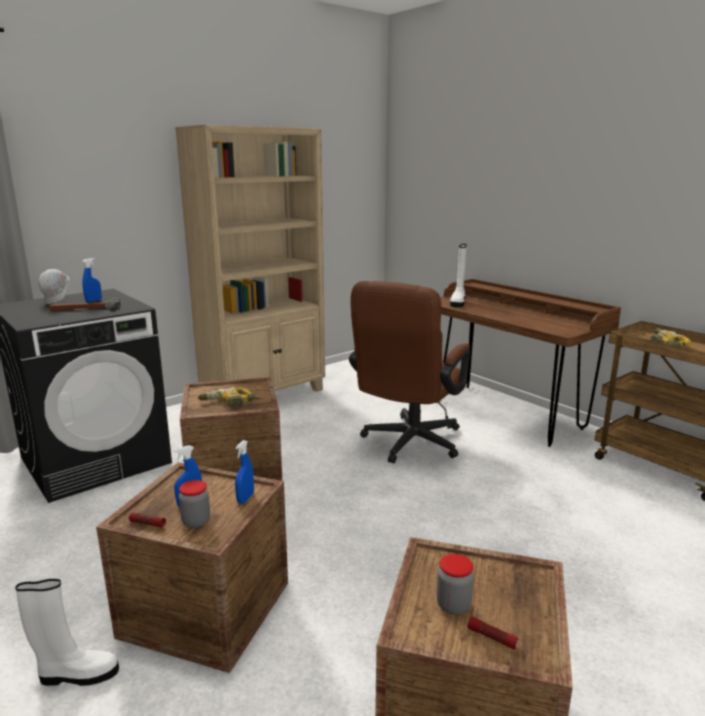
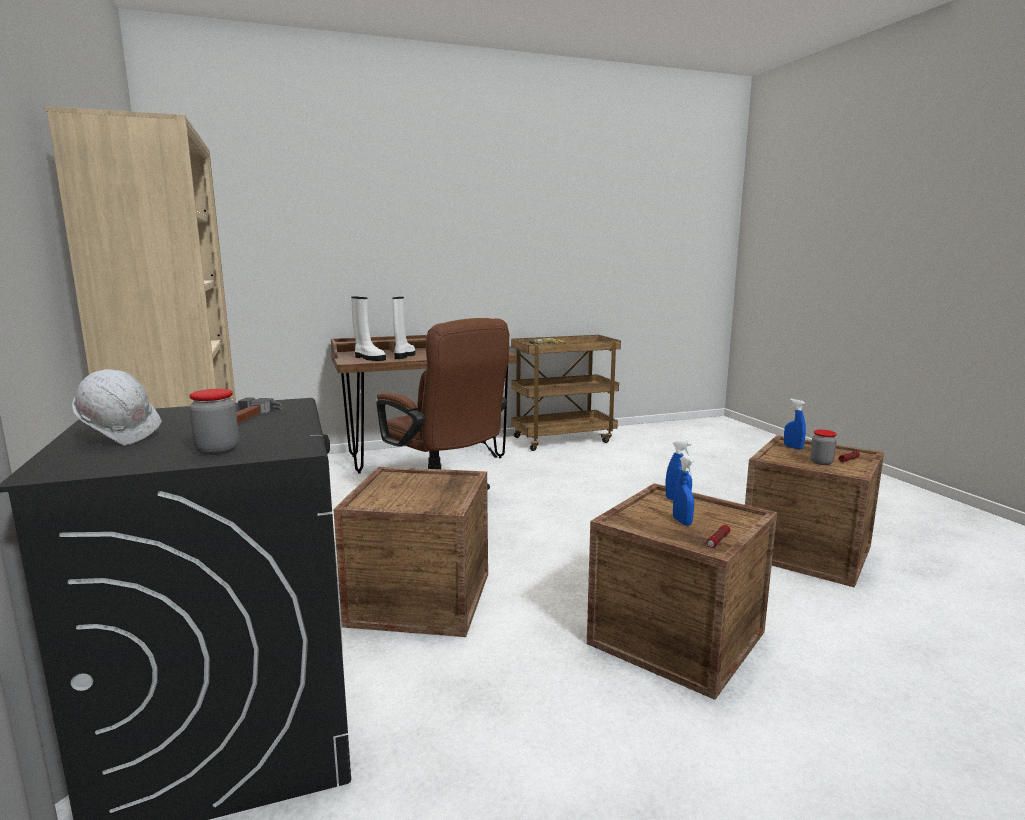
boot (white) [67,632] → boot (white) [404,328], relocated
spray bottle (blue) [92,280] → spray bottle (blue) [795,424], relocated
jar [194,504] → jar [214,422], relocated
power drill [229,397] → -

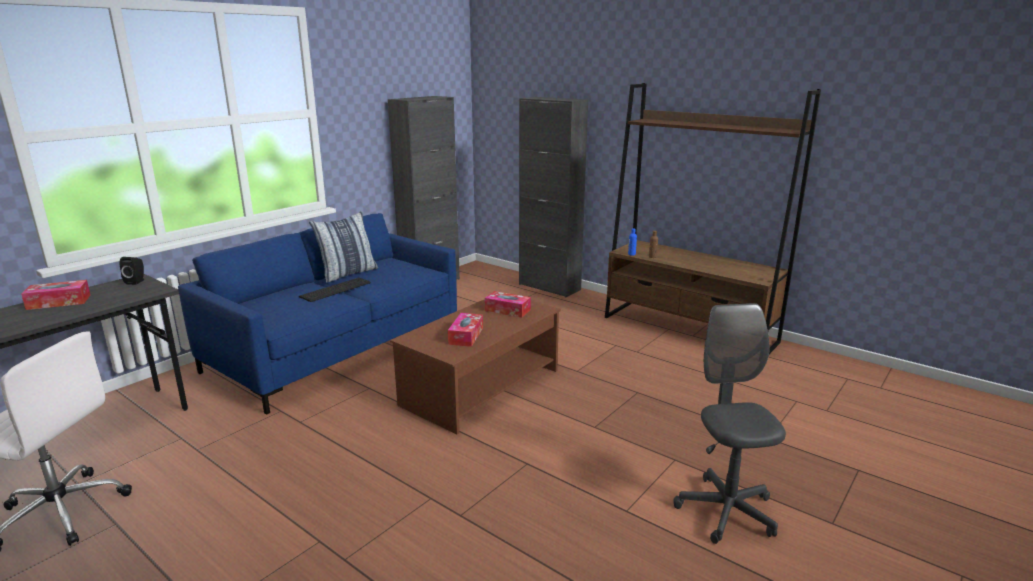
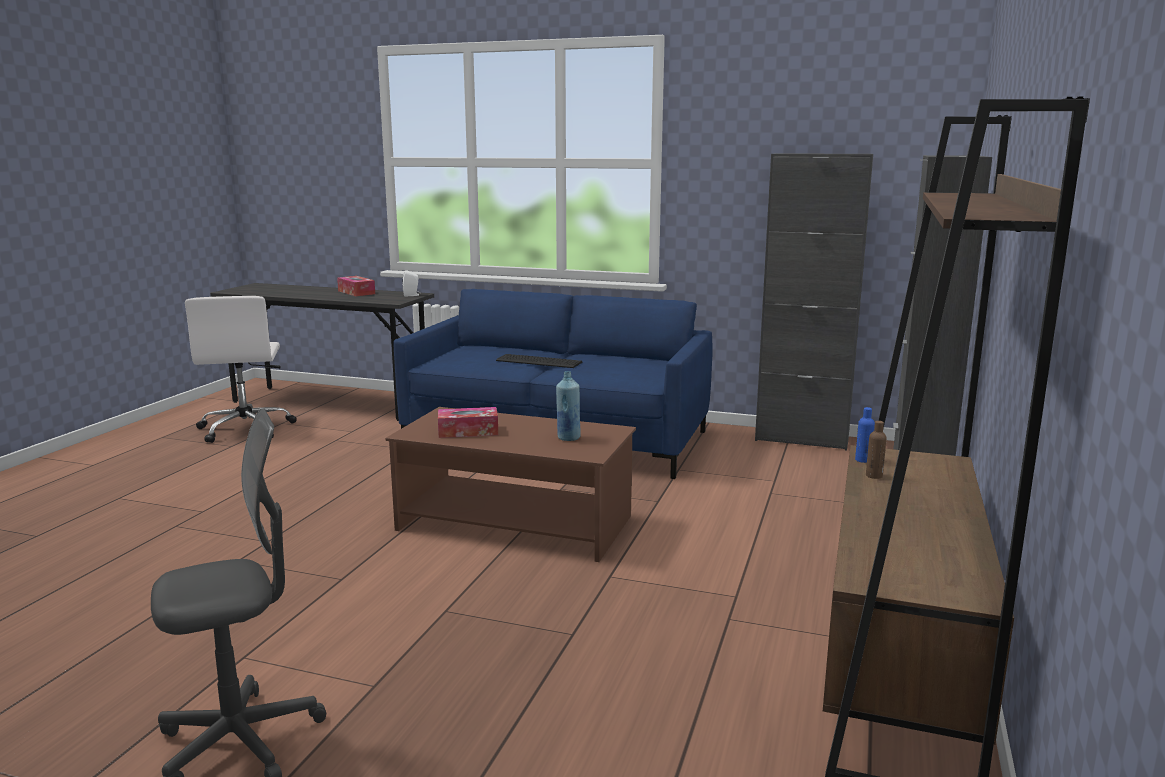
speaker (black) [131,271] → speaker (white) [411,283]
pillow [343,247] → -
tissue box [508,304] → bottle (blue) [568,406]

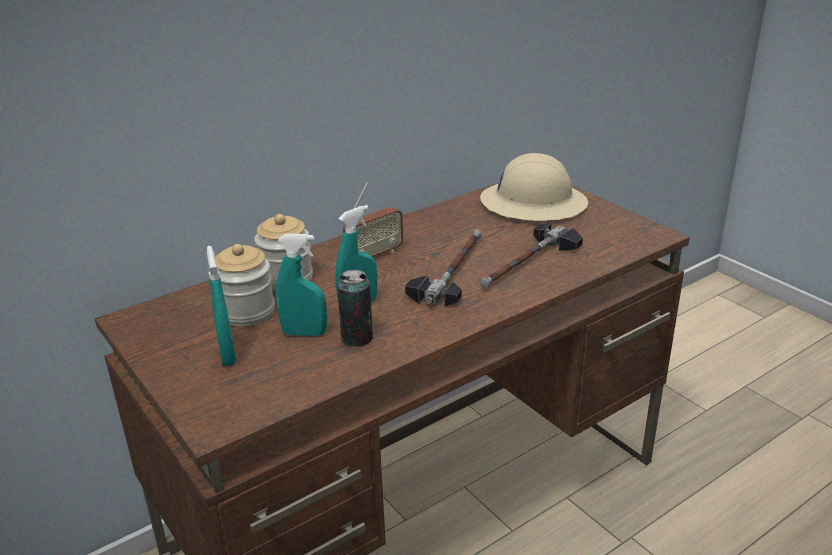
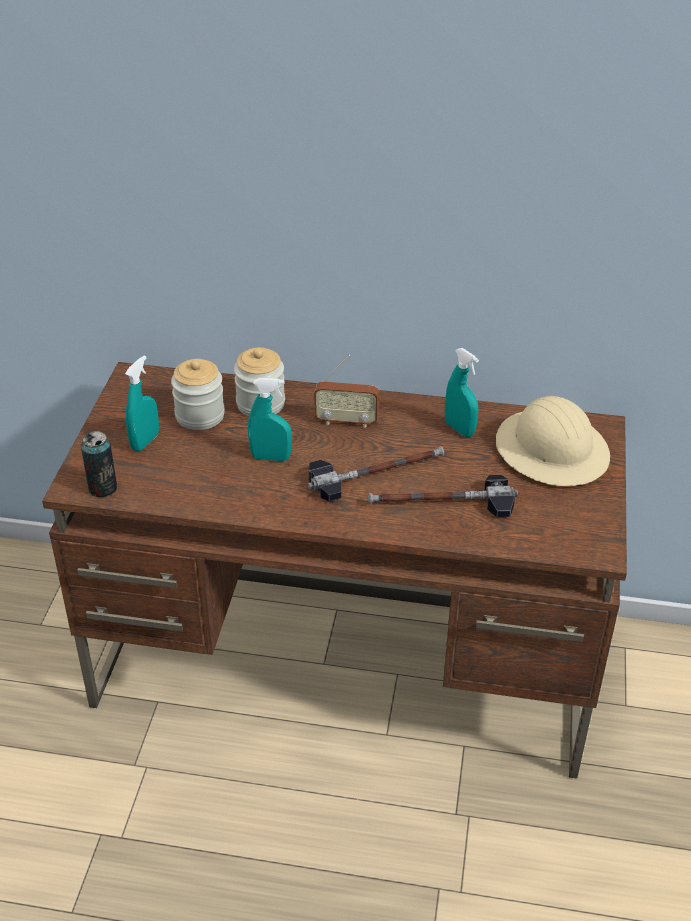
spray bottle (turquoise) [301,285] → spray bottle (turquoise) [462,392], relocated
can [355,308] → can [99,464], relocated

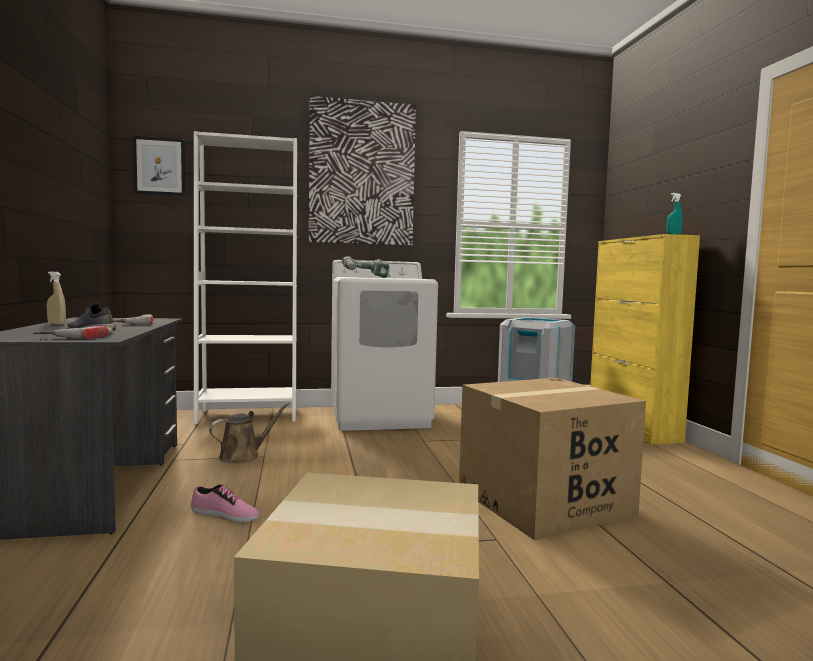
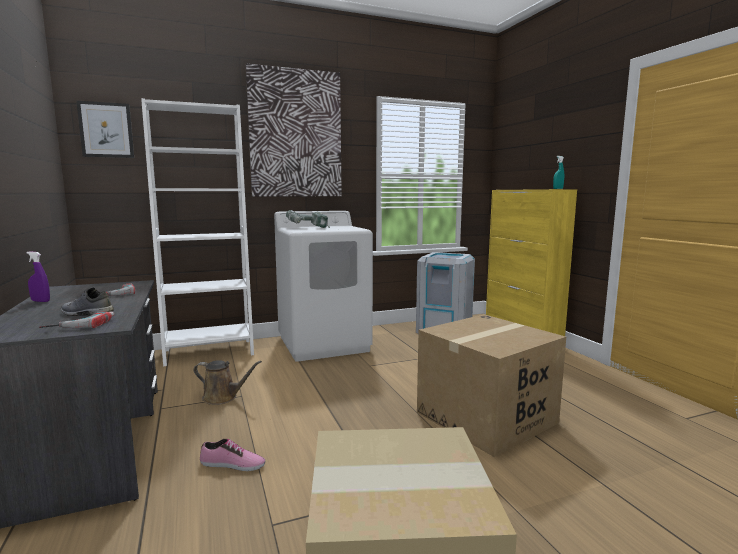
spray bottle (beige) [56,298] → spray bottle (purple) [38,276]
watering can (brown) [249,432] → watering can (brown) [228,382], 60 degrees clockwise

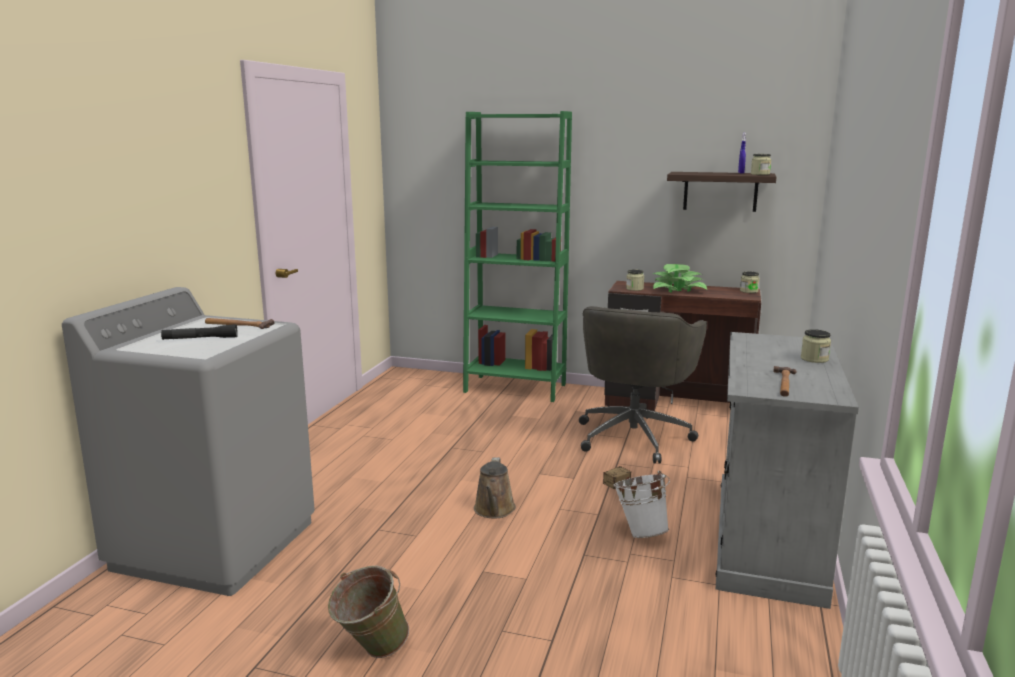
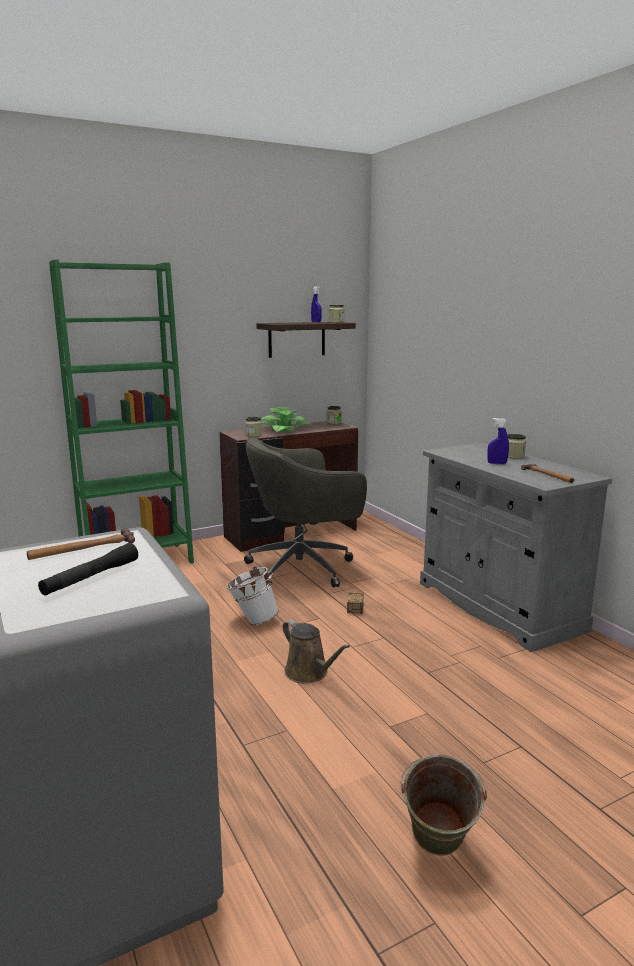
office chair (grey) [643,385] → office chair (grey) [305,513], 90 degrees clockwise
bucket (white) [641,504] → bucket (white) [252,595], relocated
- → spray bottle (blue) [498,441]

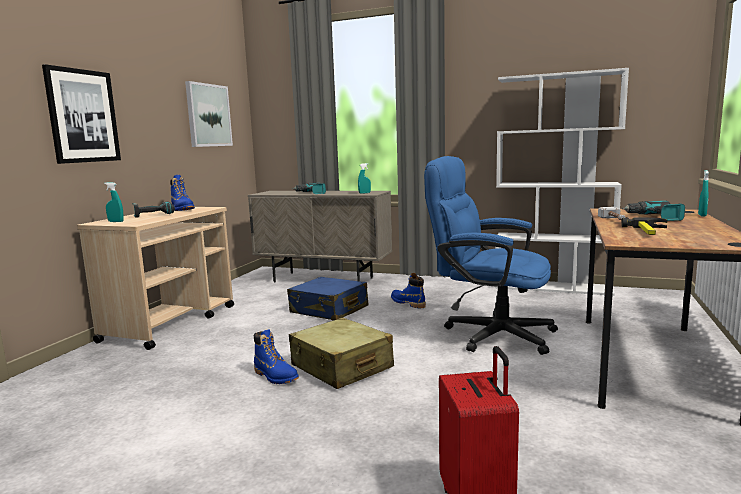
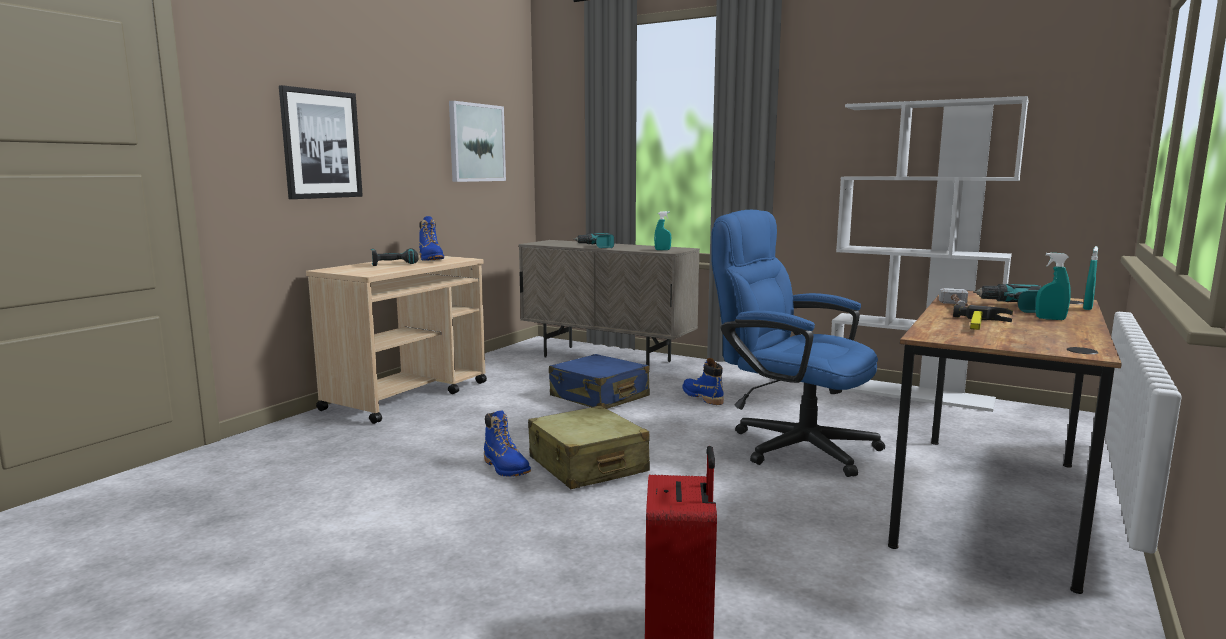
spray bottle (turquoise) [114,202] → spray bottle (turquoise) [1053,286], relocated

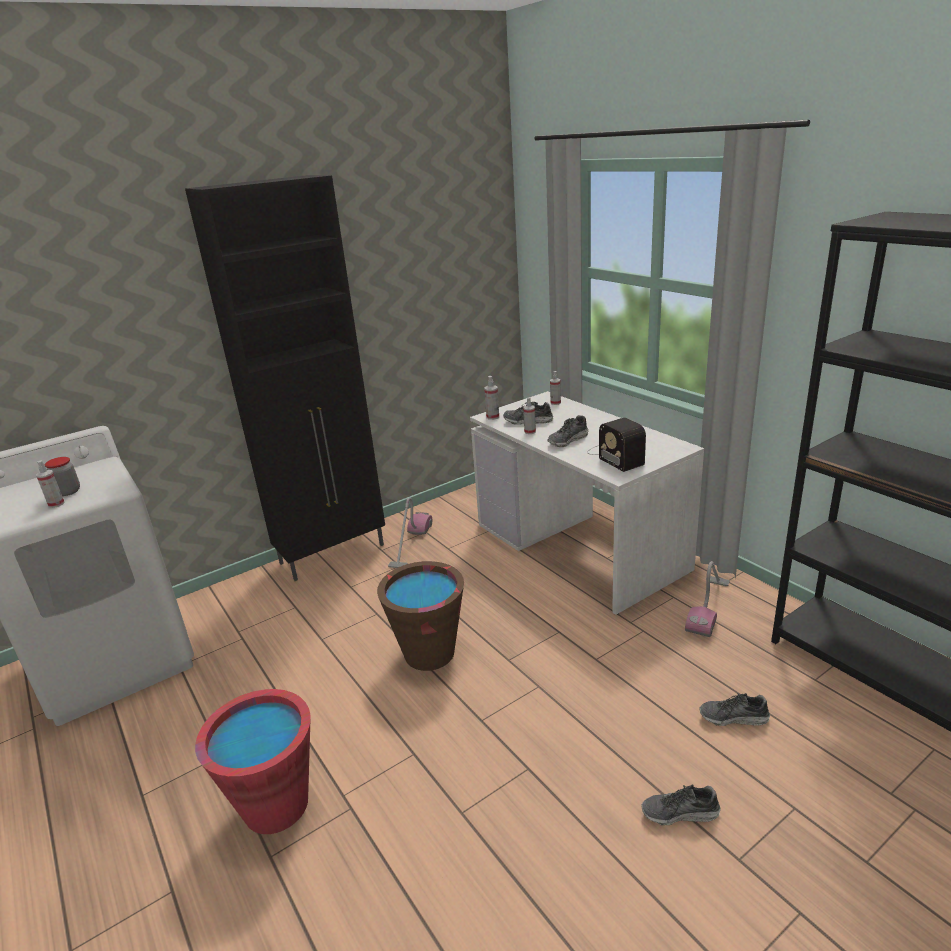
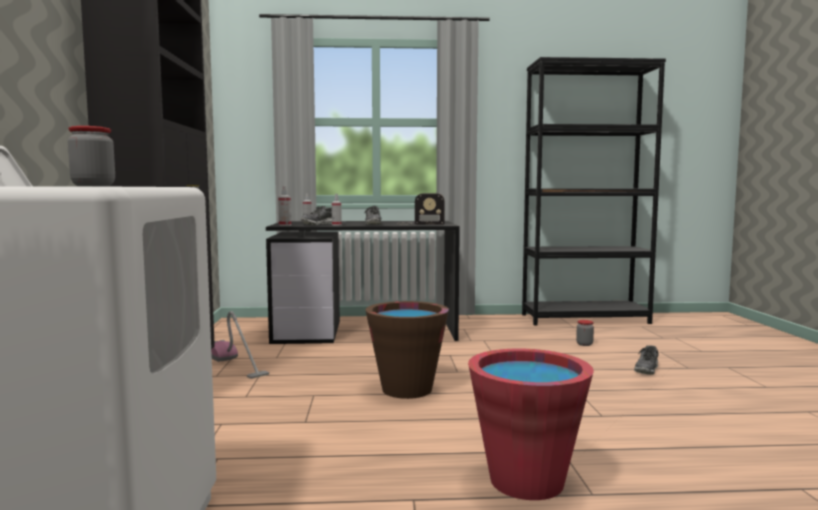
spray bottle [50,484] → -
desk (white) [587,503] → desk (black) [363,282]
vacuum cleaner [707,599] → -
shoe [734,709] → jar [585,333]

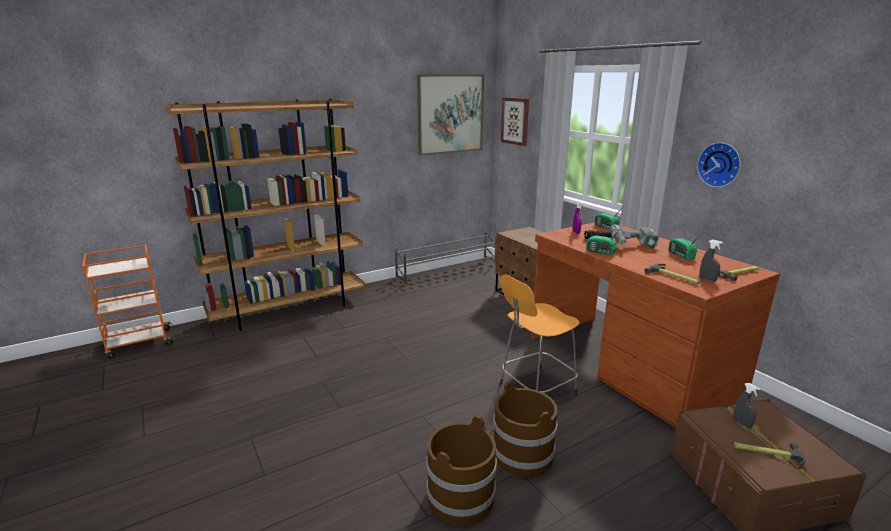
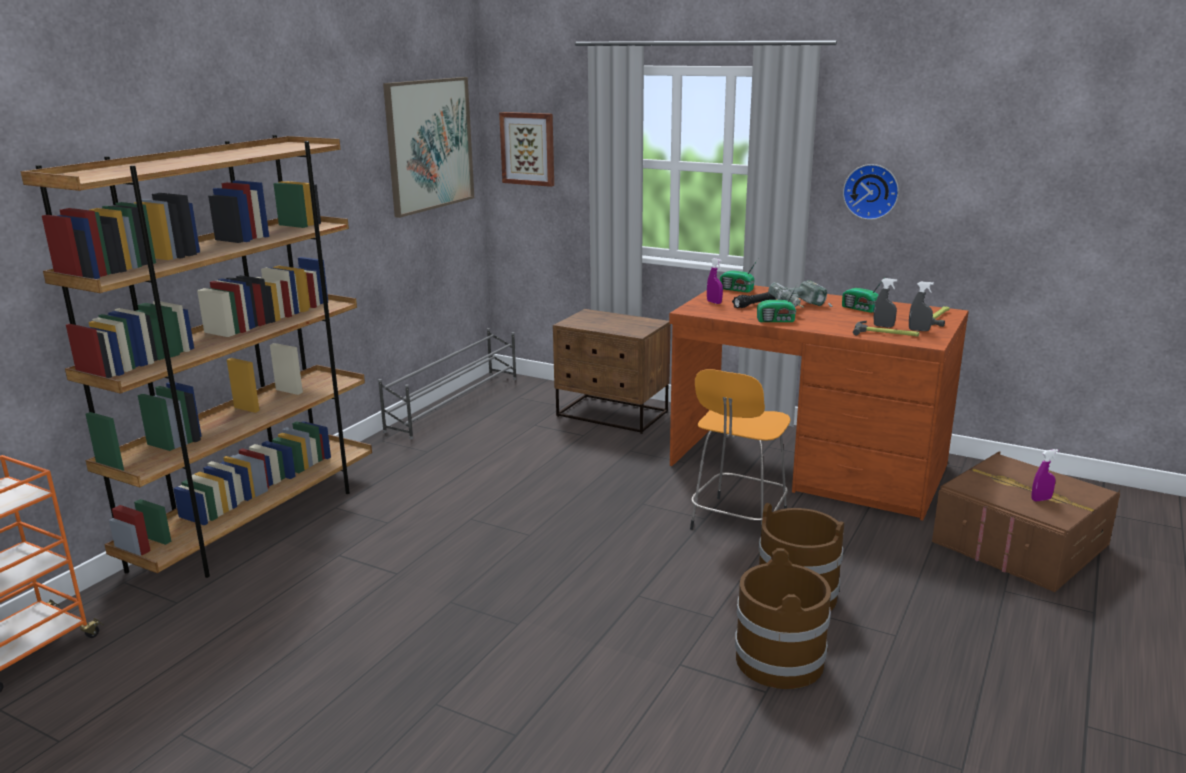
spray bottle (grey) [746,405] → spray bottle (grey) [885,303], relocated
hammer [769,455] → spray bottle (purple) [1044,475]

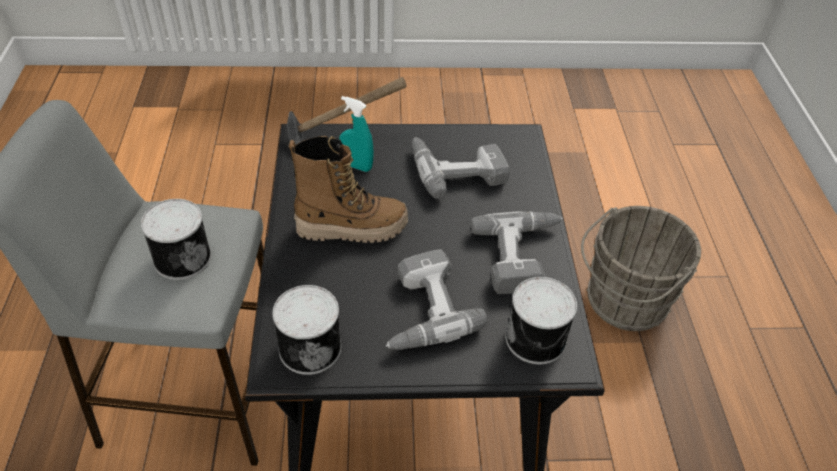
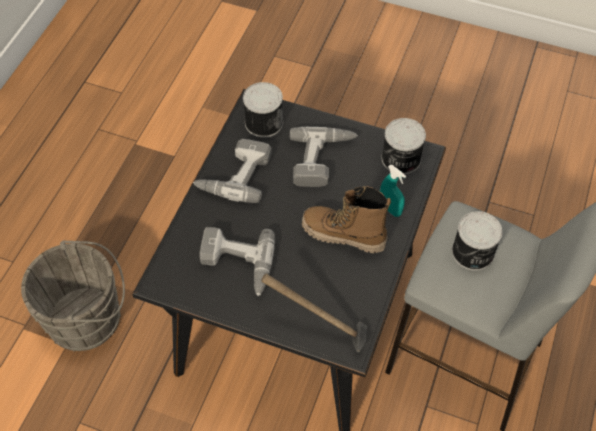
spray bottle (turquoise) [356,134] → spray bottle (turquoise) [393,191], relocated

